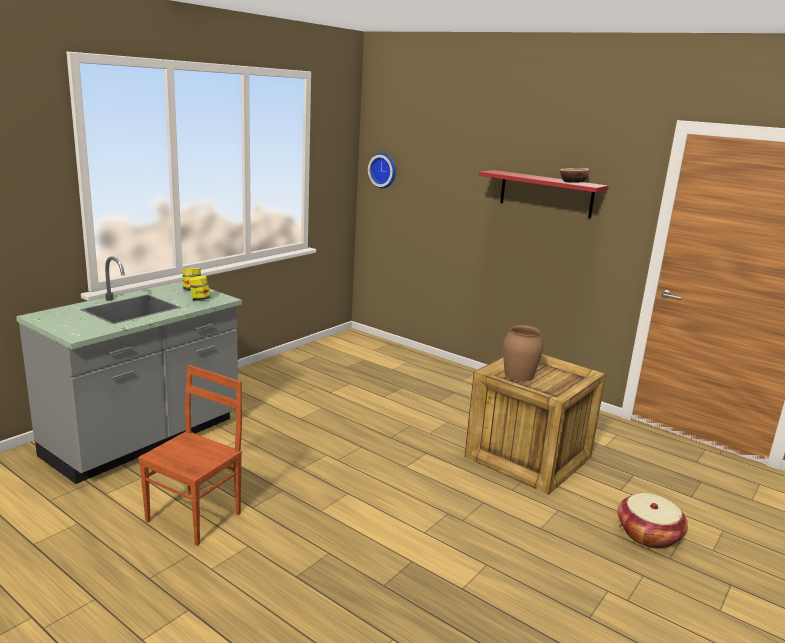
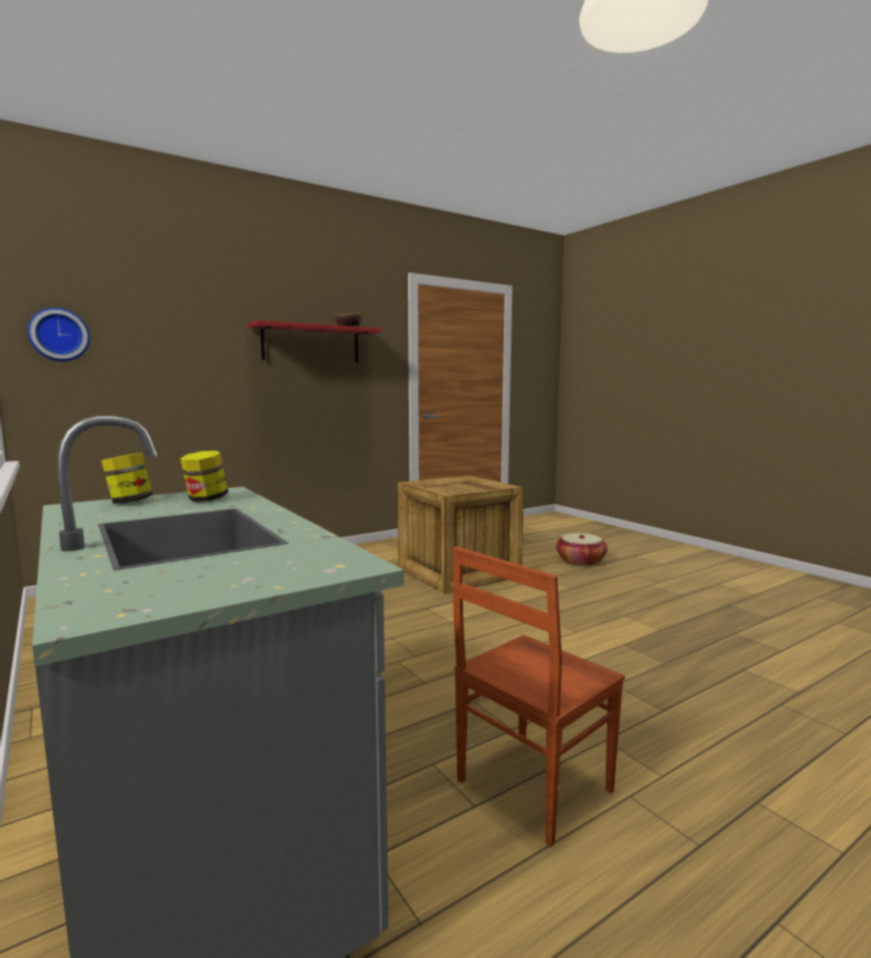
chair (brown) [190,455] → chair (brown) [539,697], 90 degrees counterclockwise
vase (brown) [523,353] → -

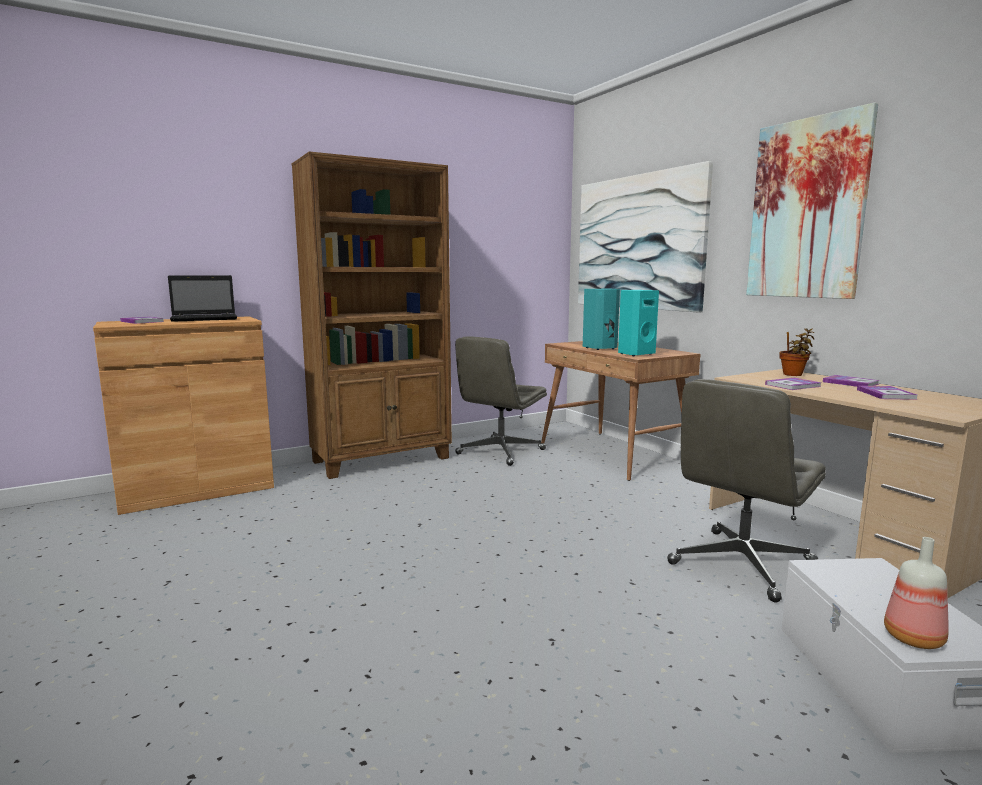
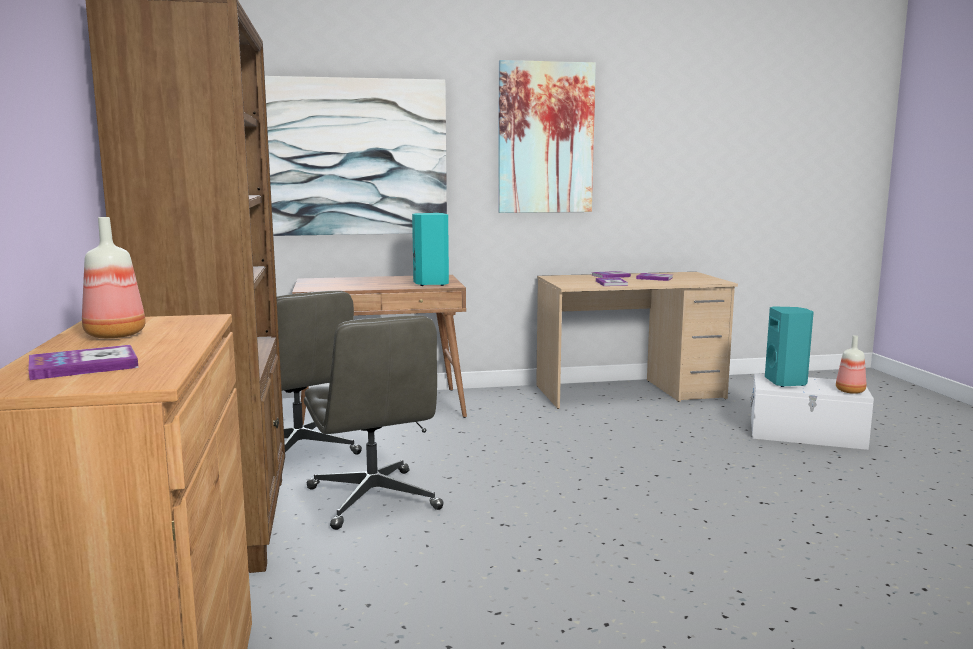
laptop [202,298] → bottle [114,277]
speaker (turquoise) [601,319] → speaker (turquoise) [789,346], relocated
office chair (grey) [746,490] → office chair (grey) [374,423], relocated
potted plant [796,352] → -

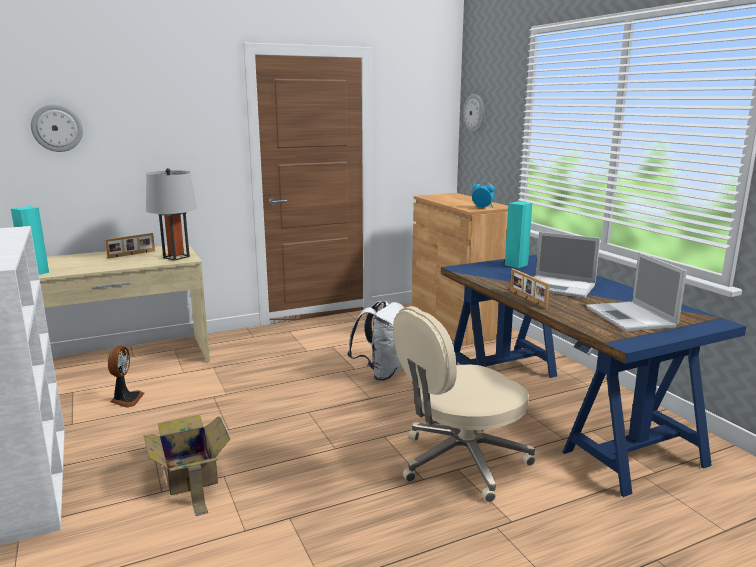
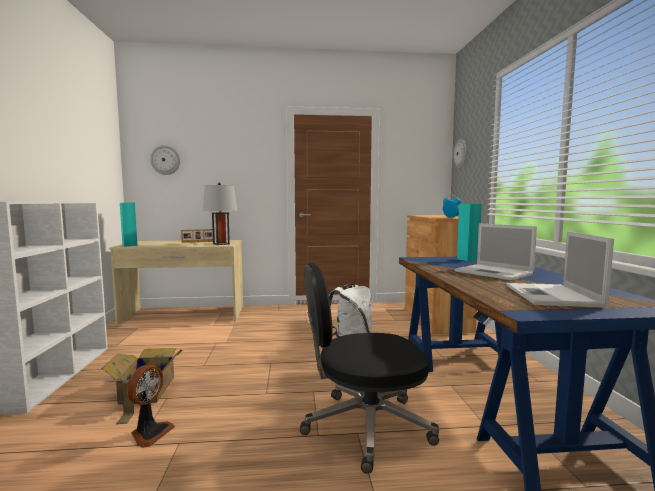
fan [126,376] → fan [150,406], relocated
office chair (beige) [464,404] → office chair (black) [369,368]
picture frame [530,288] → -

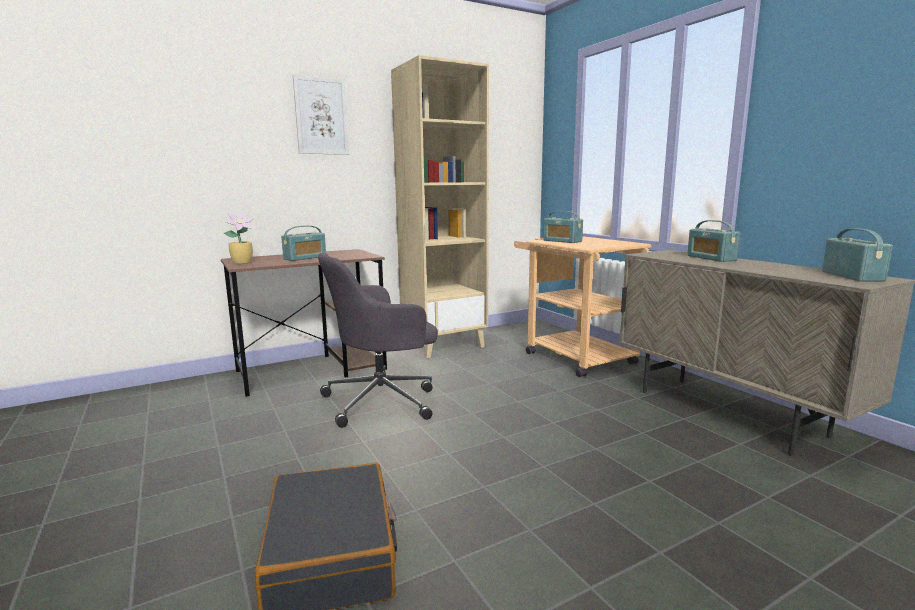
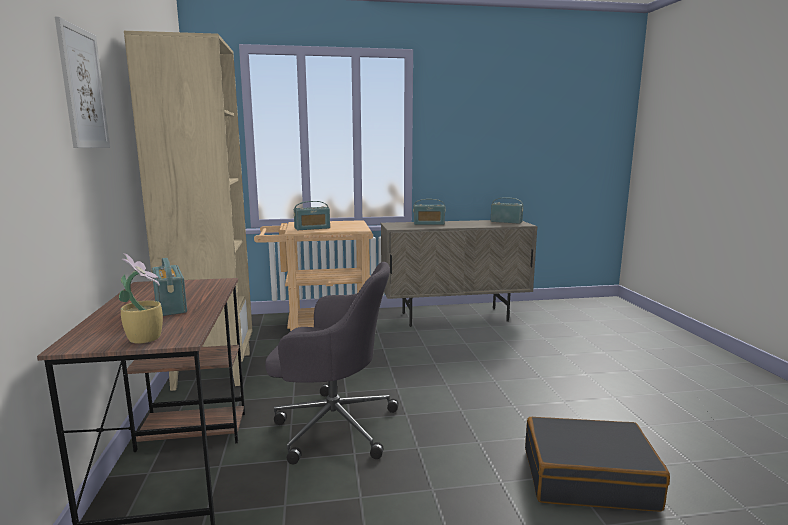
office chair (grey) [378,340] → office chair (grey) [332,363], 75 degrees counterclockwise

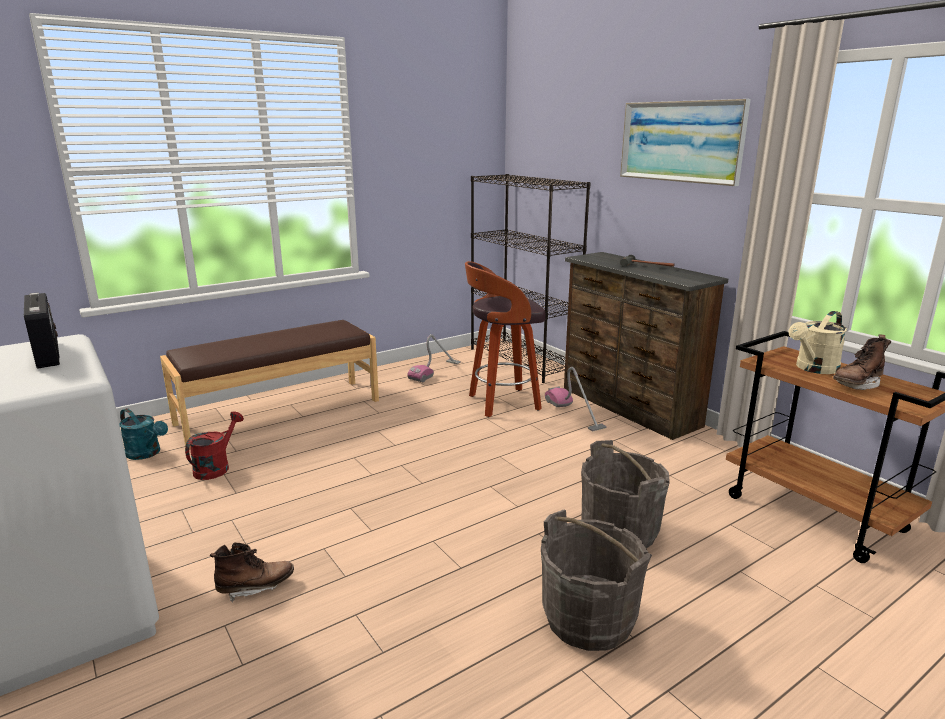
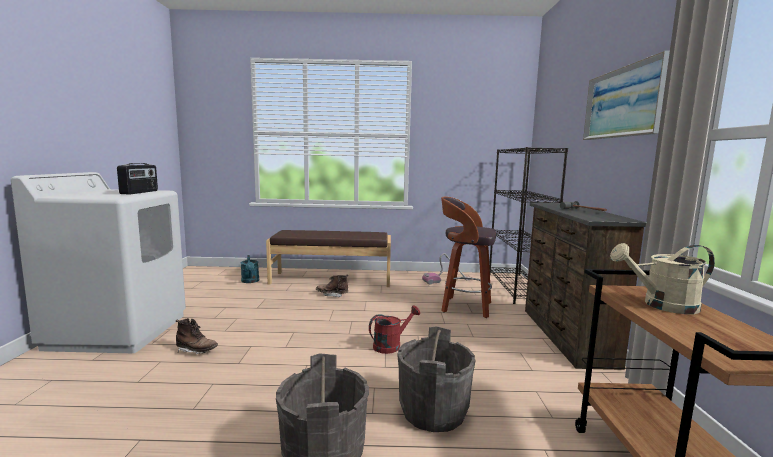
watering can (red) [214,445] → watering can (red) [394,330], relocated
vacuum cleaner [576,399] → -
boot (brown) [862,362] → boot (brown) [332,286], relocated

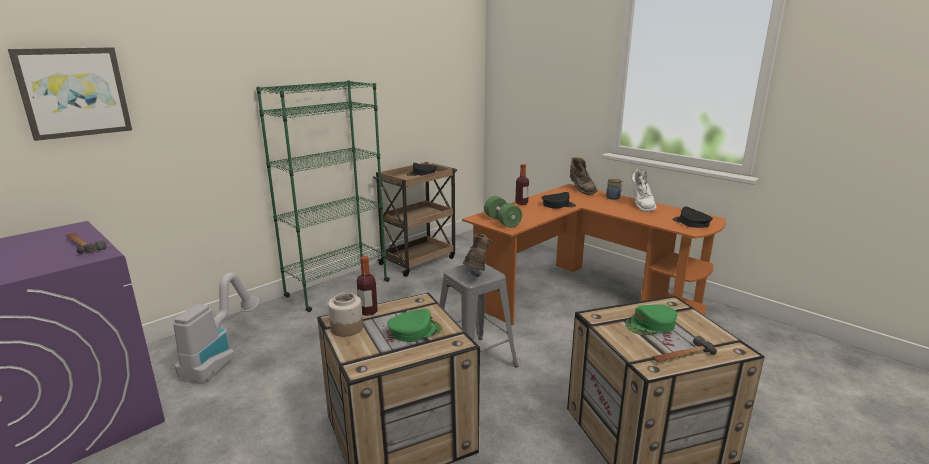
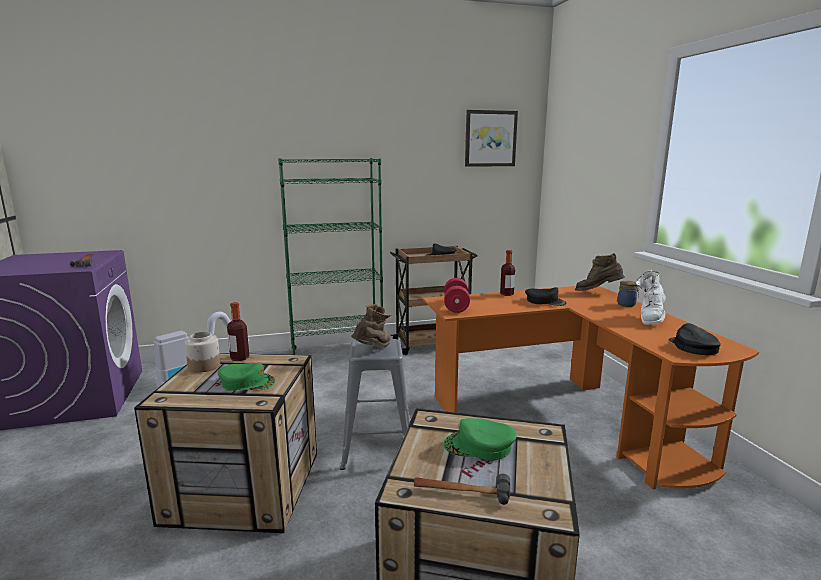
picture [70,94] → picture [491,138], relocated
dumbbell (green) [503,212] → dumbbell (red) [457,295]
boot (brown) [583,176] → boot (brown) [600,272], 90 degrees clockwise

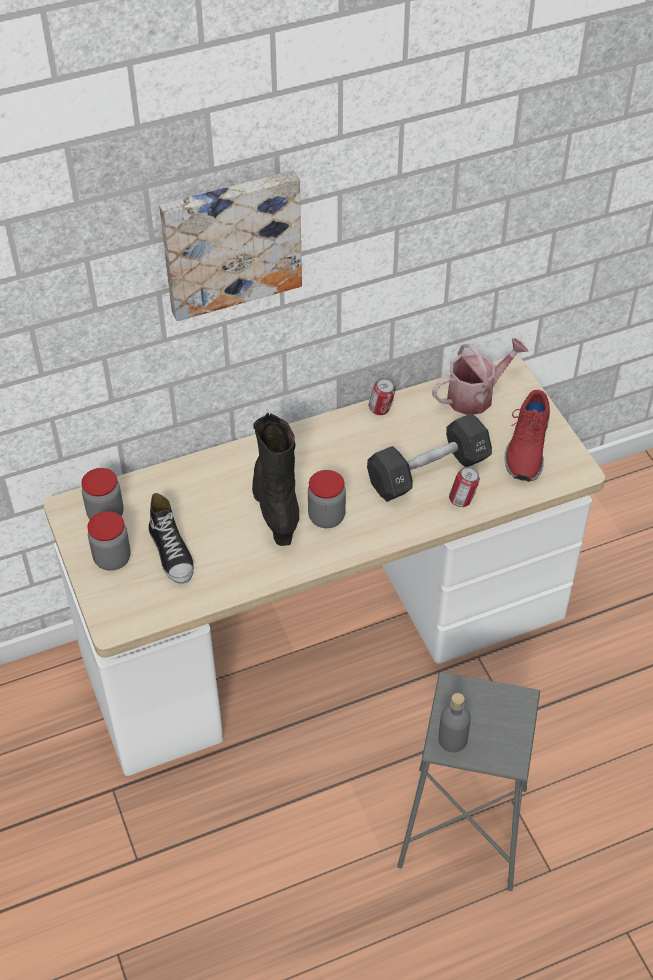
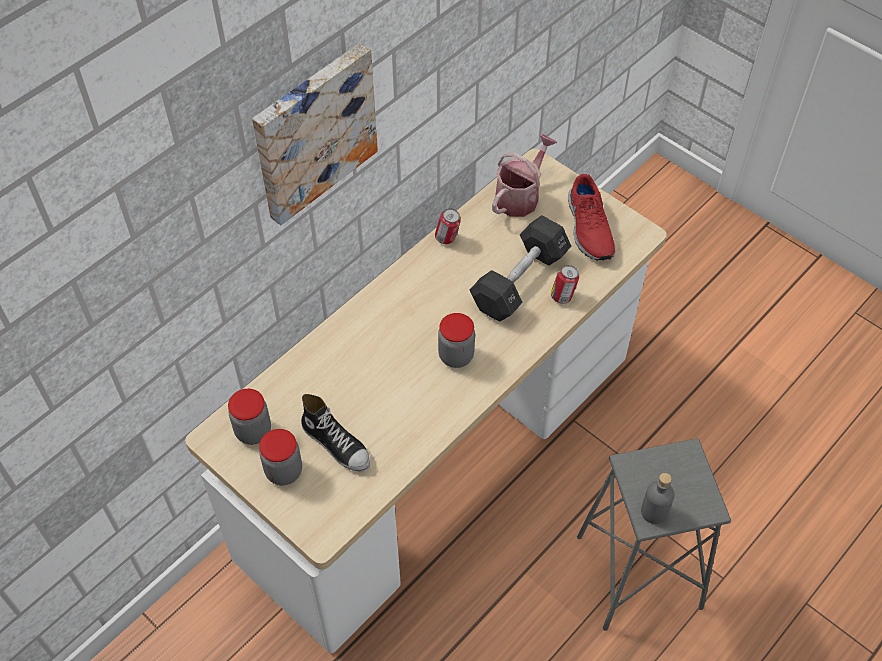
boot (black) [275,479] → -

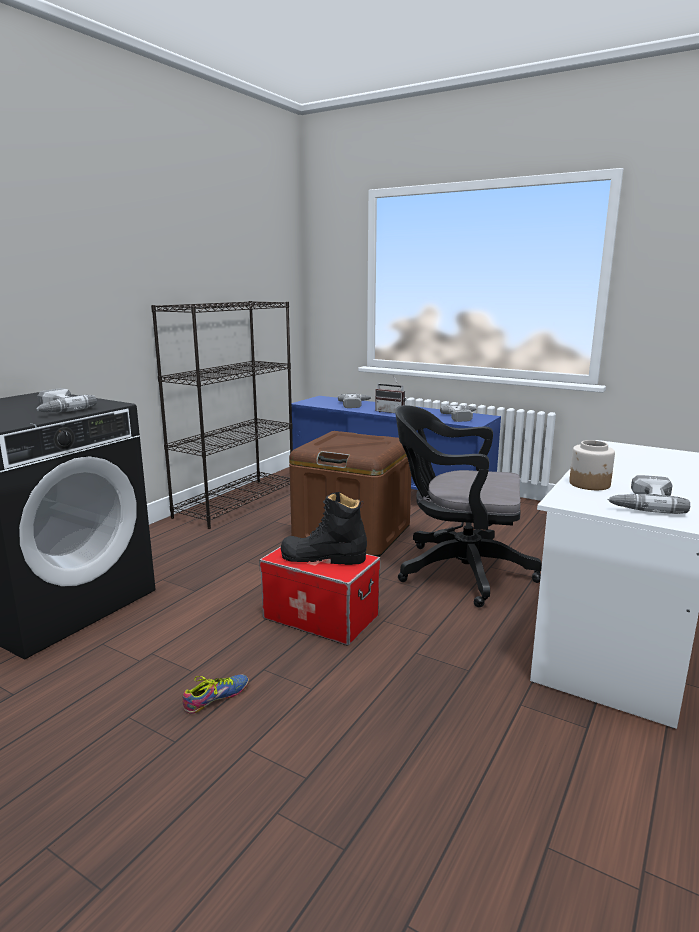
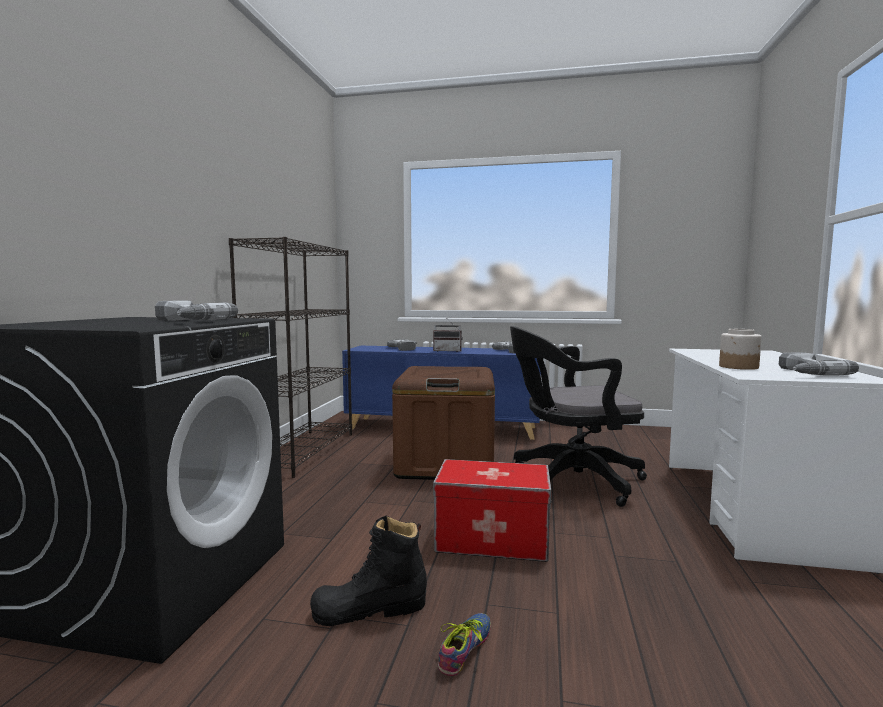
boot (black) [324,528] → boot (black) [368,571], relocated

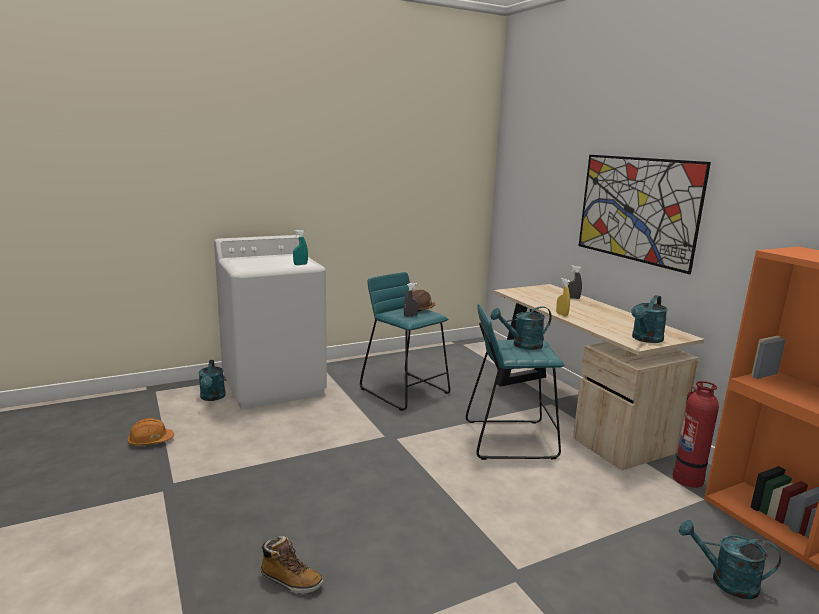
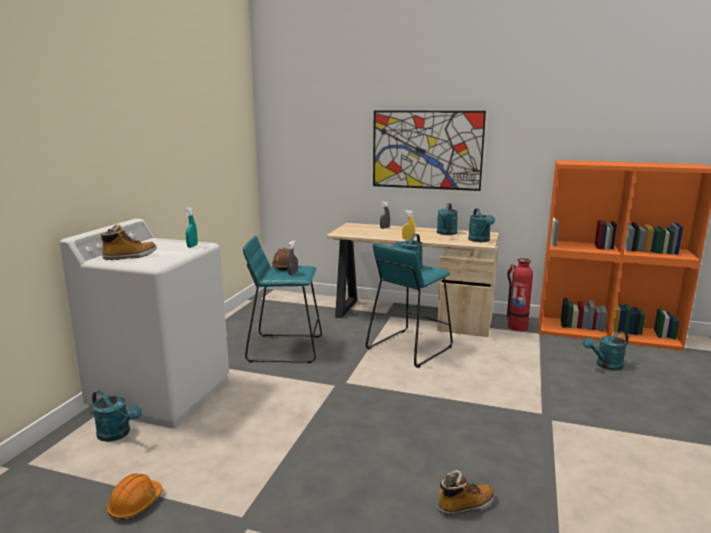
- → boot [128,242]
- → watering can (turquoise) [447,219]

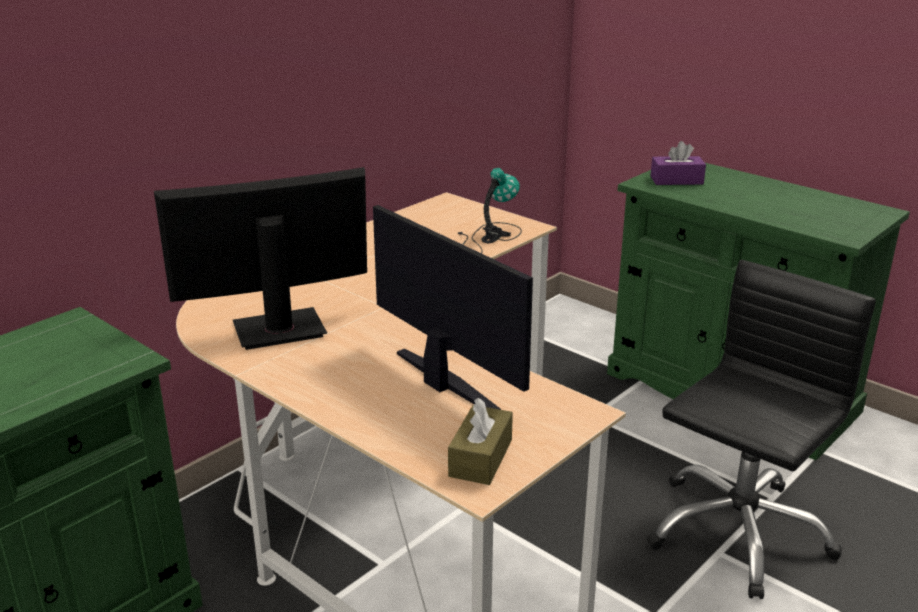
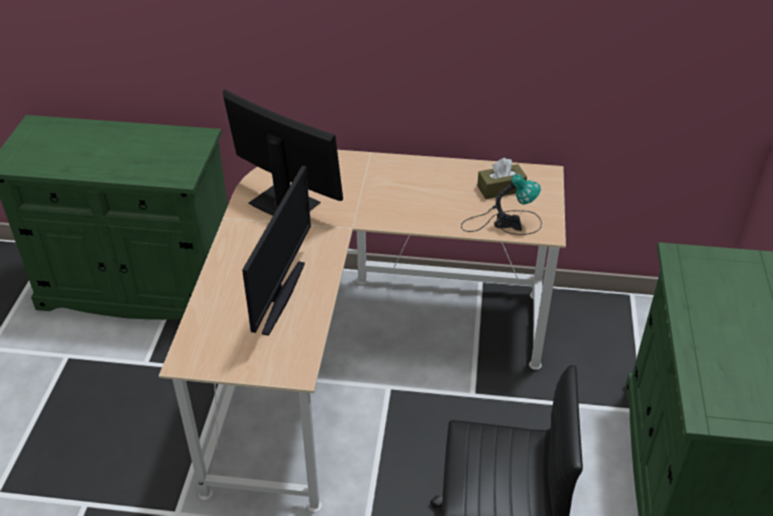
tissue box (brown) [480,441] → tissue box (brown) [502,178], relocated
tissue box (purple) [678,163] → -

